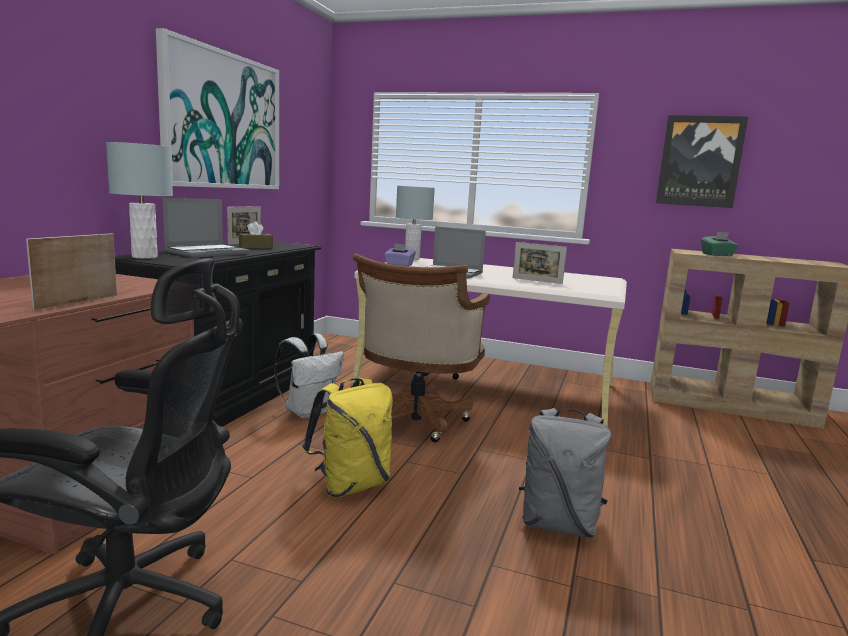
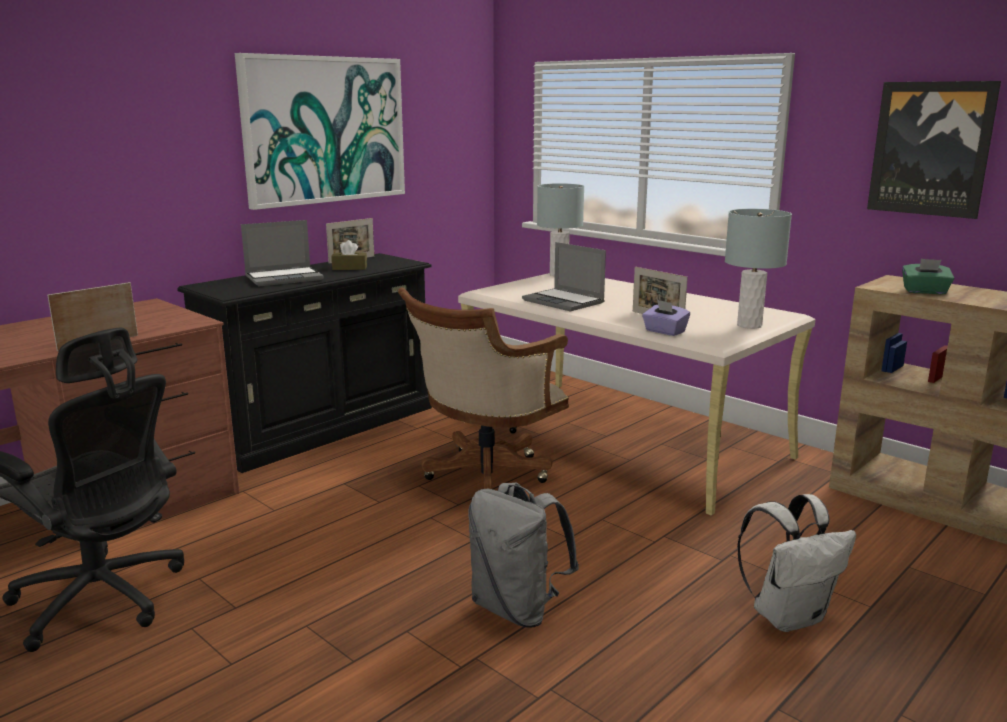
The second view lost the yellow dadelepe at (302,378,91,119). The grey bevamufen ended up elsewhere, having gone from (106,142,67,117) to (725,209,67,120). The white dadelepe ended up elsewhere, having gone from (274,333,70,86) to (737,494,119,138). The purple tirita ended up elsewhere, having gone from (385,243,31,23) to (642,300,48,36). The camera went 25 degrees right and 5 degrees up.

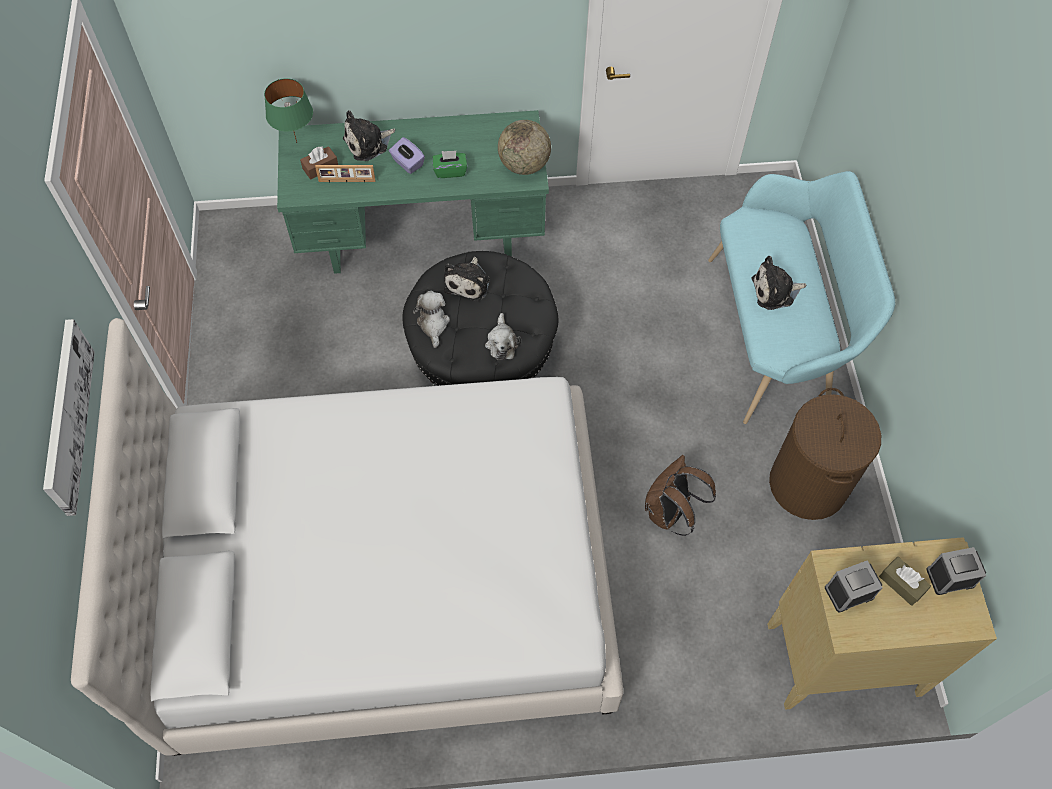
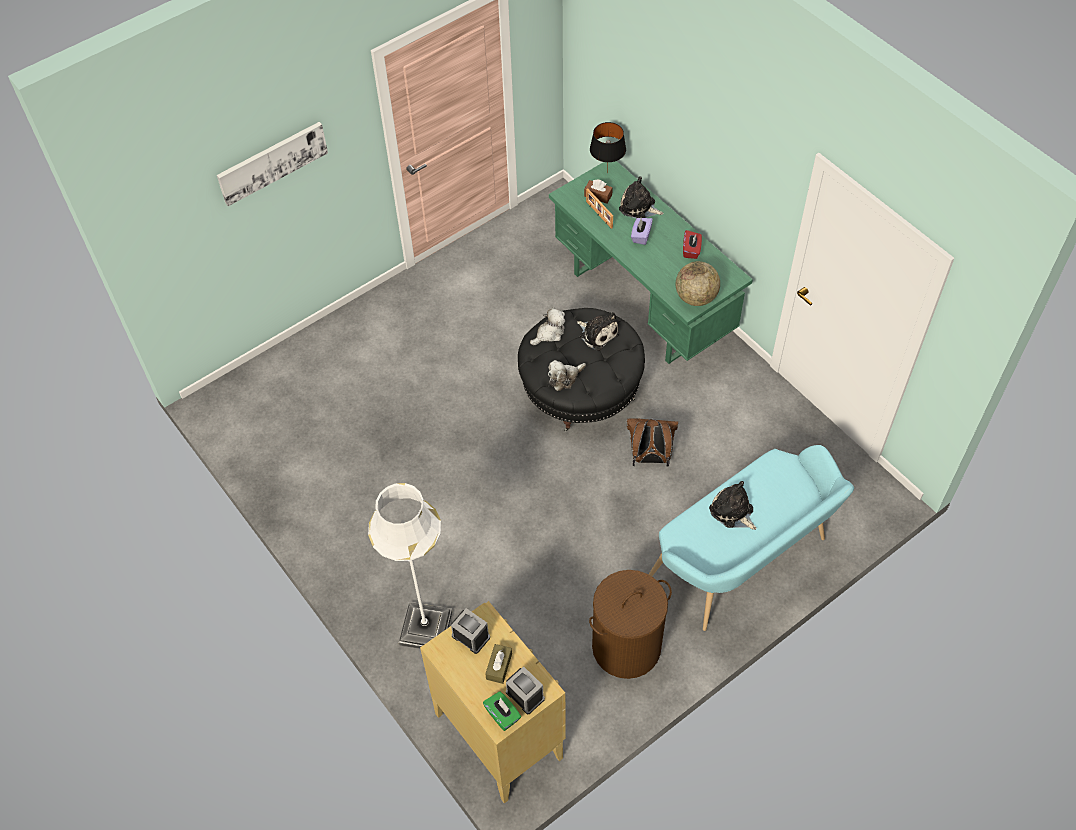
The second view lost the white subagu at (71,318,553,438). The second view gained the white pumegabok at (368,483,84,166). The second view gained the red tirita at (683,230,19,29). The green tirita ended up elsewhere, having gone from (432,151,35,27) to (483,691,38,40). The brown dadelepe ended up elsewhere, having gone from (645,455,71,81) to (627,418,51,48). What was the green bevamufen at (264,78,49,65) turned into the black bevamufen at (590,122,36,48). The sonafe at (444,257,46,45) ended up facing another way, 120 degrees counterclockwise from before. The camera went 60 degrees right and 5 degrees down.

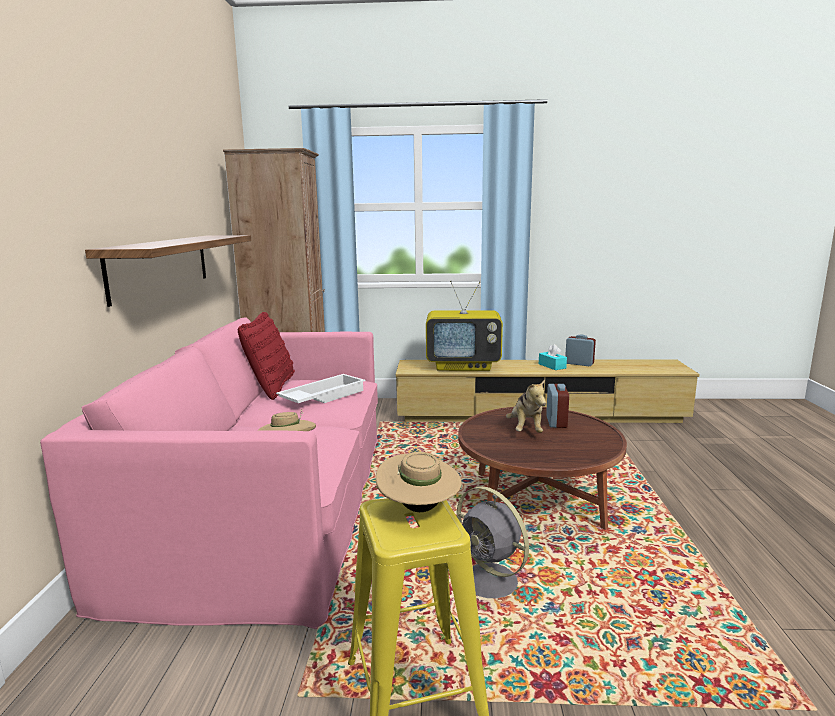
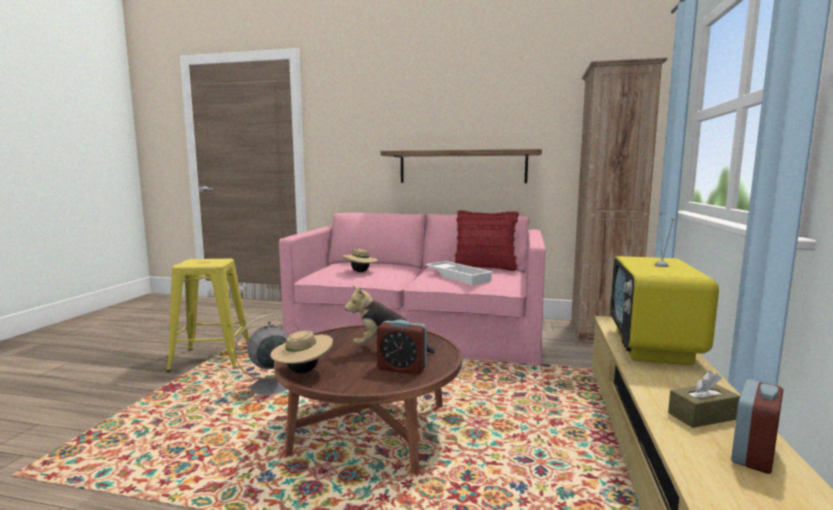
The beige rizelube ended up elsewhere, having gone from (376,452,86,60) to (270,328,63,46). What was the turquoise tirita at (539,344,28,26) turned into the brown tirita at (668,371,72,57). The camera went 100 degrees right and 5 degrees down.

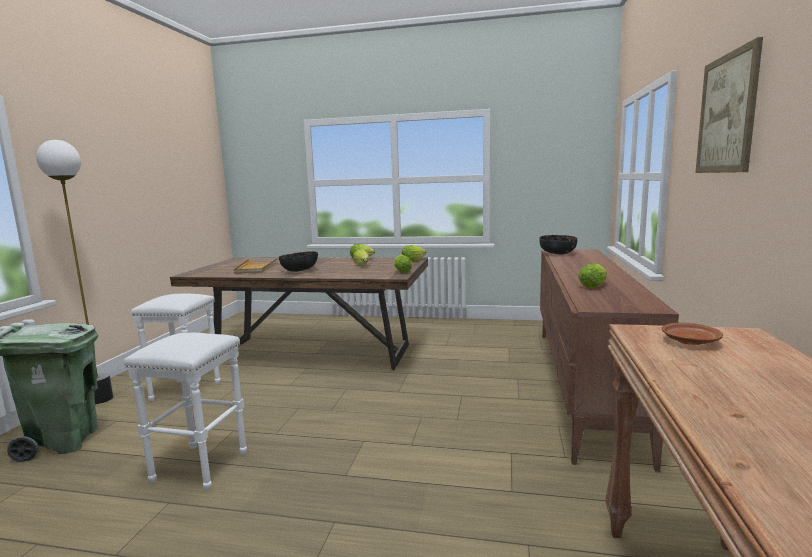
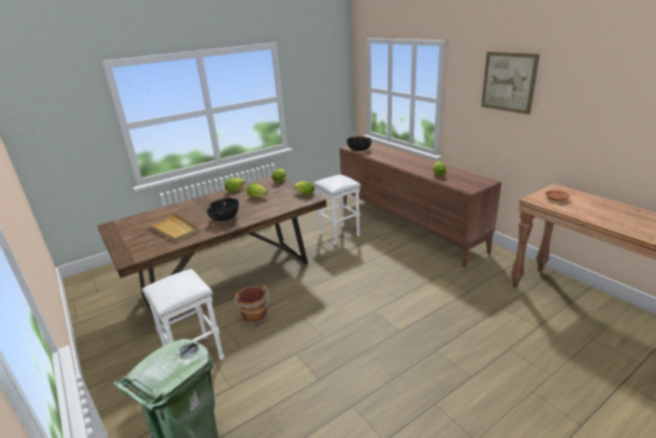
The second view lost the pumegabok at (36,140,77,264). The second view gained the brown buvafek at (234,284,35,41). The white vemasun ended up elsewhere, having gone from (124,333,123,158) to (314,175,47,70). The camera went 45 degrees left and 15 degrees up.

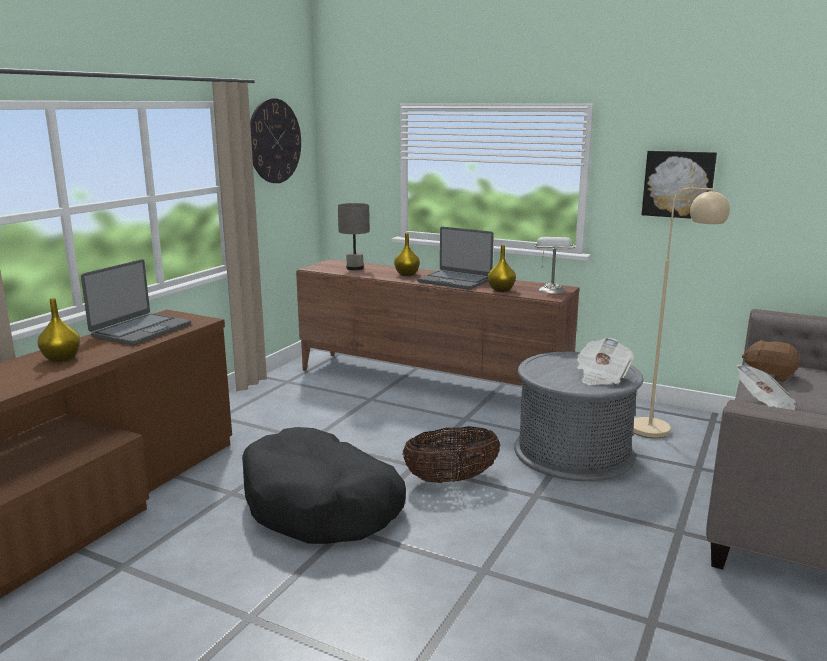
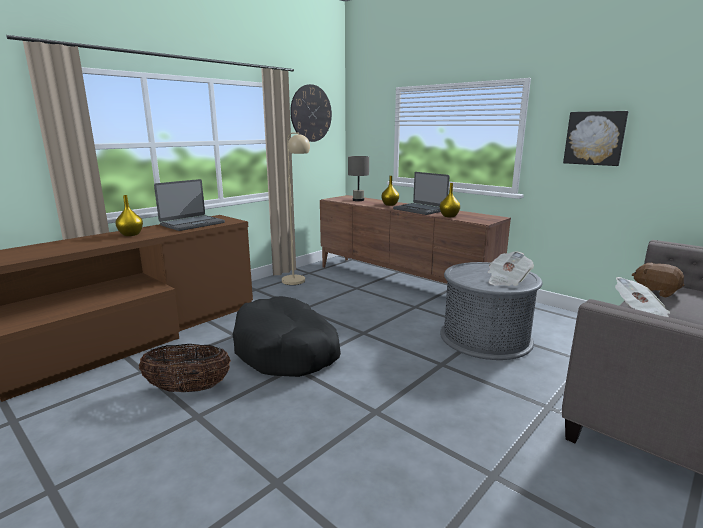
The second view lost the white bevamufen at (534,237,41,57). The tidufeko ended up elsewhere, having gone from (402,426,98,57) to (139,344,92,49). The beige pumegabok ended up elsewhere, having gone from (633,187,97,251) to (282,132,28,153). The camera went 15 degrees right and 0 degrees up.

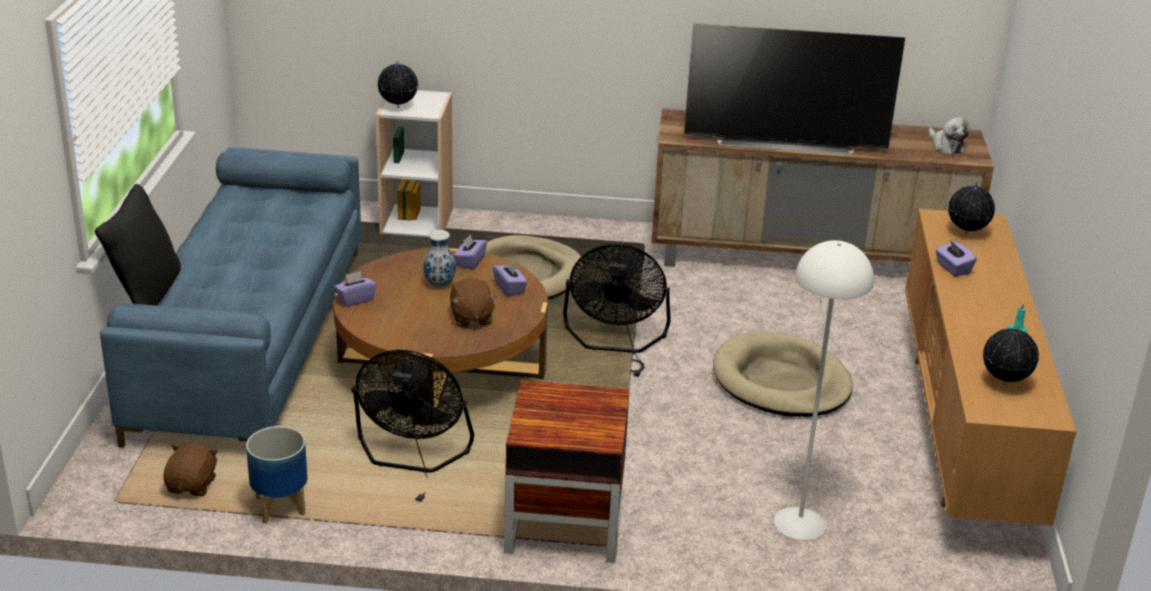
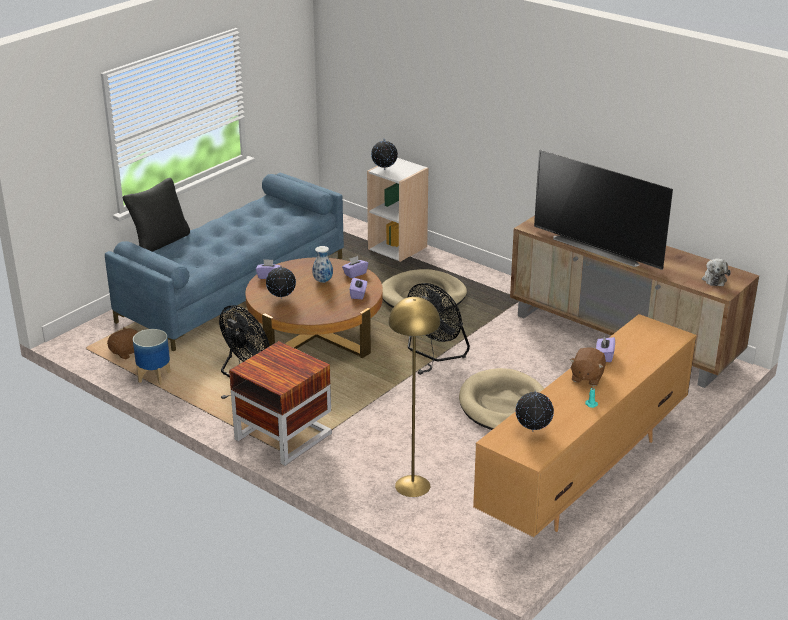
The brown sonafe ended up elsewhere, having gone from (450,278,47,50) to (570,347,36,39). The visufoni ended up elsewhere, having gone from (948,182,47,53) to (266,266,30,33). What was the white pumegabok at (774,240,100,300) turned into the yellow pumegabok at (389,297,51,200). The camera went 35 degrees right and 0 degrees up.

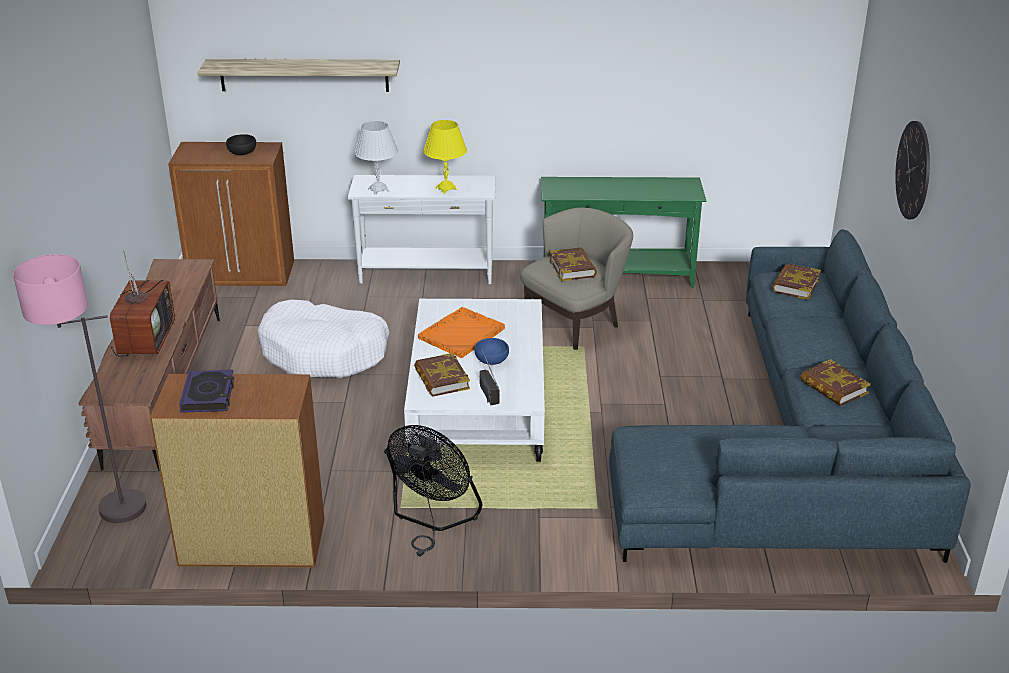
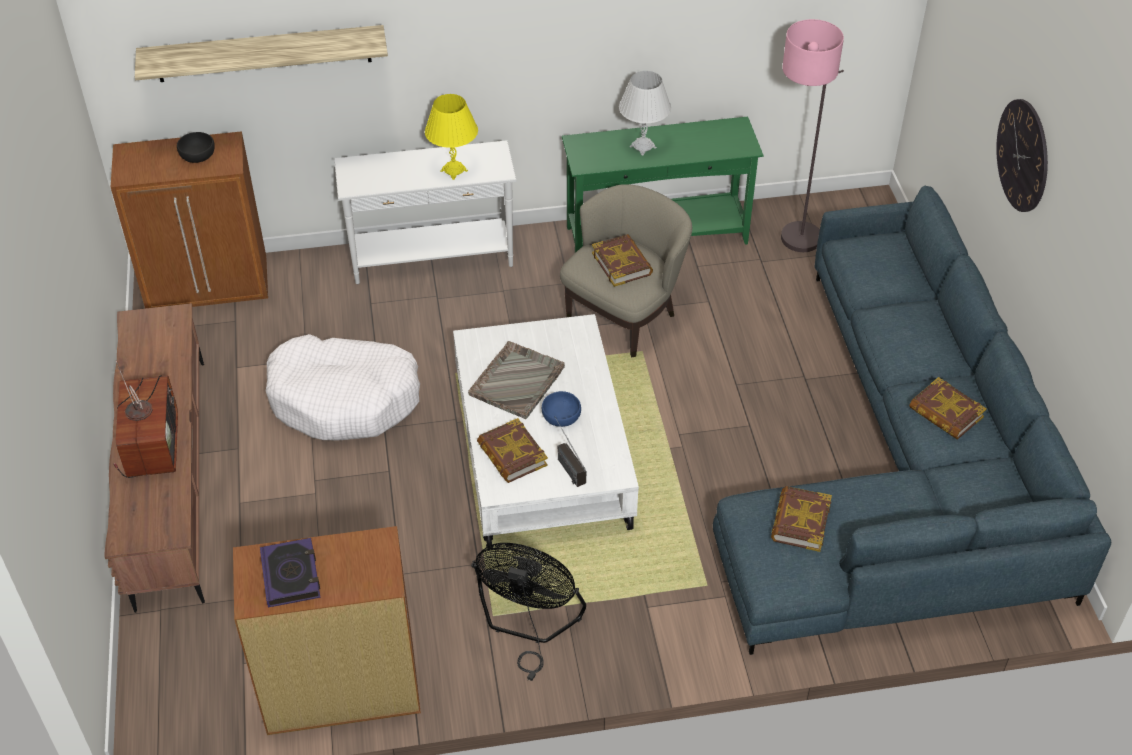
The pink pumegabok ended up elsewhere, having gone from (13,254,133,269) to (781,19,63,233). The white bevamufen ended up elsewhere, having gone from (354,121,44,74) to (619,71,52,85). The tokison ended up elsewhere, having gone from (772,263,49,37) to (771,486,61,66). What was the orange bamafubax at (418,307,87,51) turned into the grey bamafubax at (468,341,97,78). The camera went 10 degrees left and 15 degrees up.

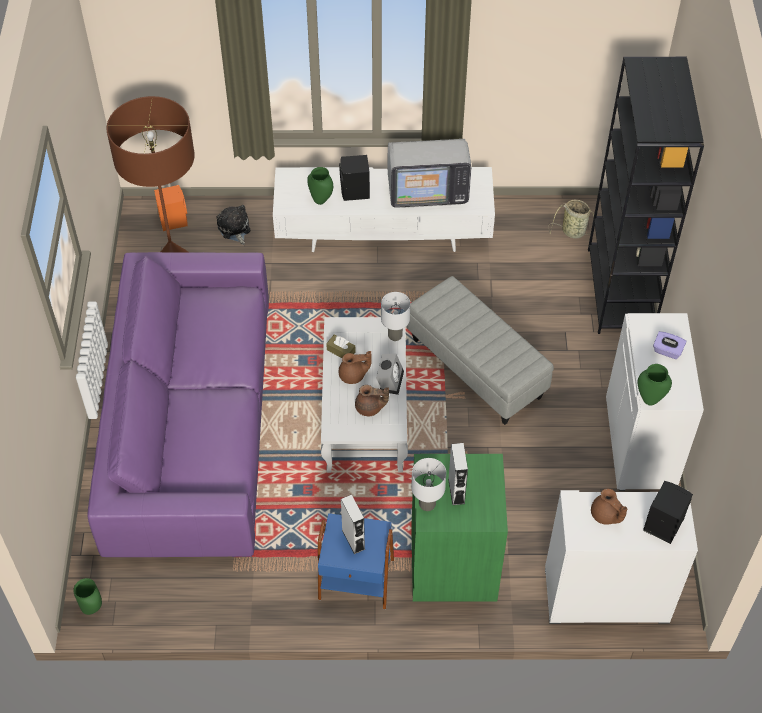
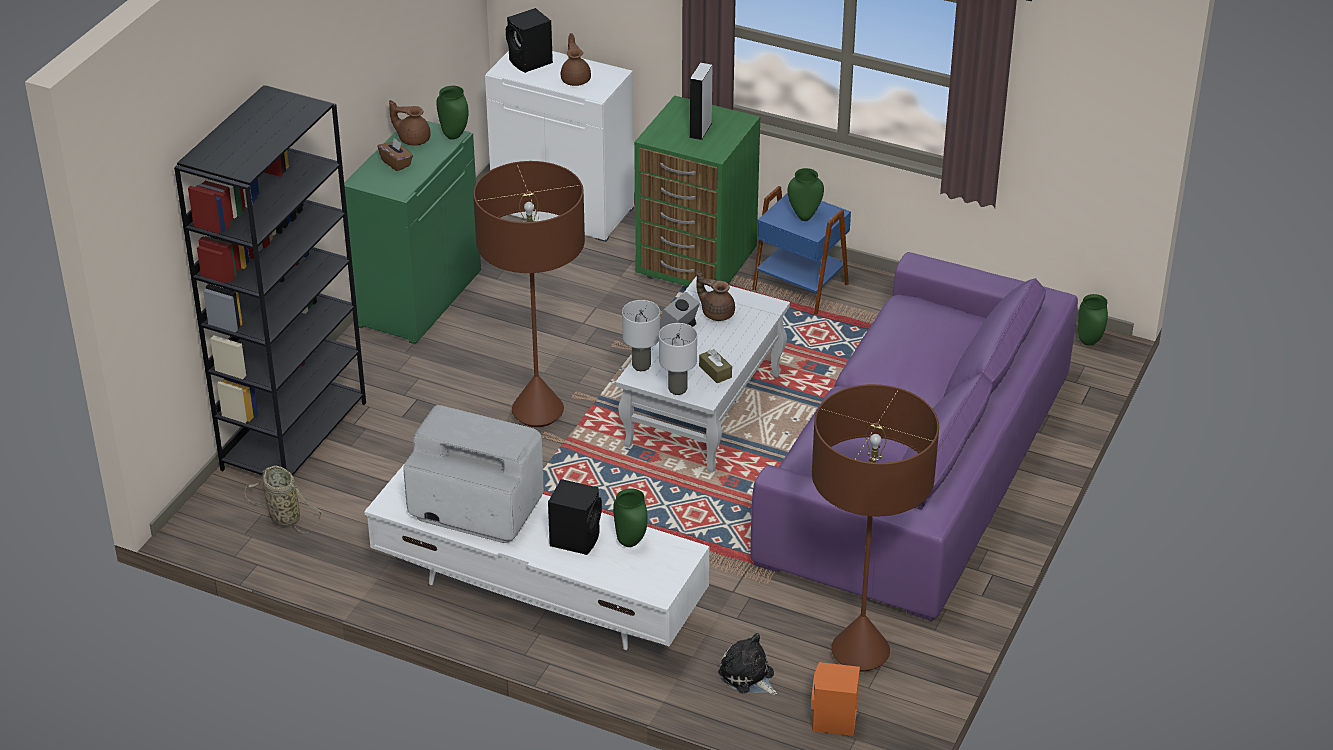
The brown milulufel ended up elsewhere, having gone from (339,351,33,33) to (389,100,42,46). The white bevamufen ended up elsewhere, having gone from (411,458,35,53) to (659,323,38,72). Where the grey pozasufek stood at (341,495,24,59), the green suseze came to stand at (788,168,36,53). Where the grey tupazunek stood at (406,276,148,149), the brown pumegabok came to stand at (473,161,112,266). What was the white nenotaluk at (606,313,98,178) turned into the green nenotaluk at (344,121,137,223). What was the purple tirita at (653,331,33,28) turned into the brown tirita at (378,138,35,33). The sonafe at (216,205,35,40) ended up facing another way, 135 degrees clockwise from before. The camera went 155 degrees left and 15 degrees down.

